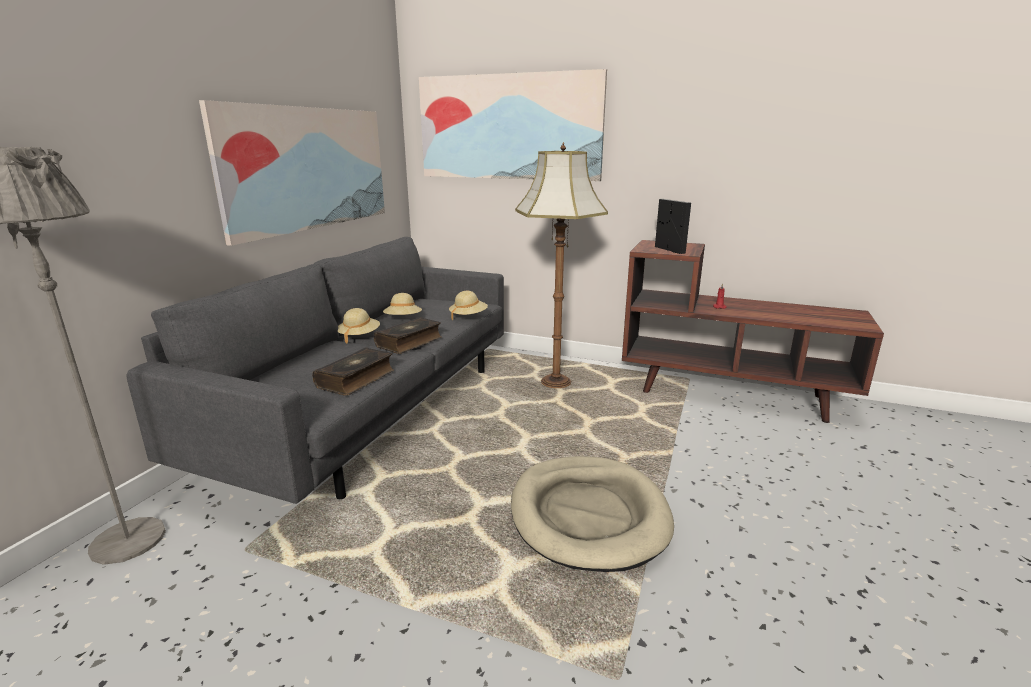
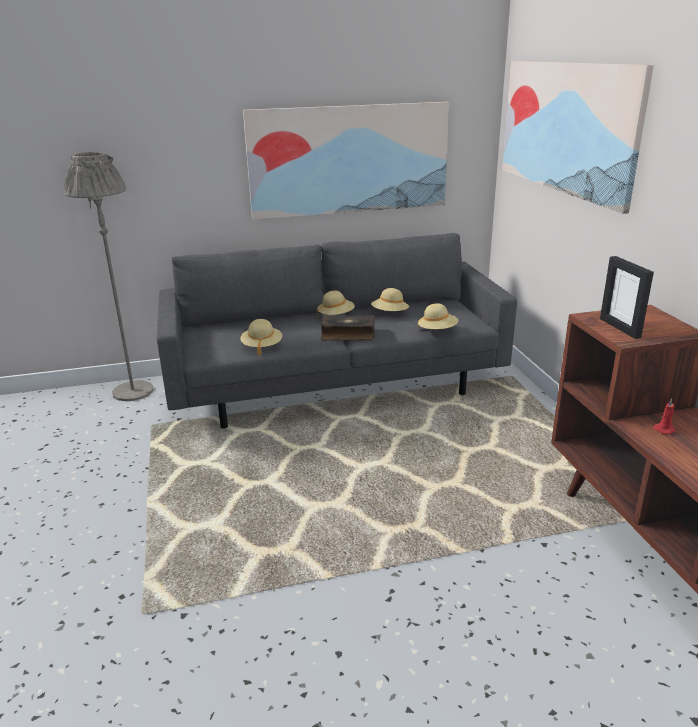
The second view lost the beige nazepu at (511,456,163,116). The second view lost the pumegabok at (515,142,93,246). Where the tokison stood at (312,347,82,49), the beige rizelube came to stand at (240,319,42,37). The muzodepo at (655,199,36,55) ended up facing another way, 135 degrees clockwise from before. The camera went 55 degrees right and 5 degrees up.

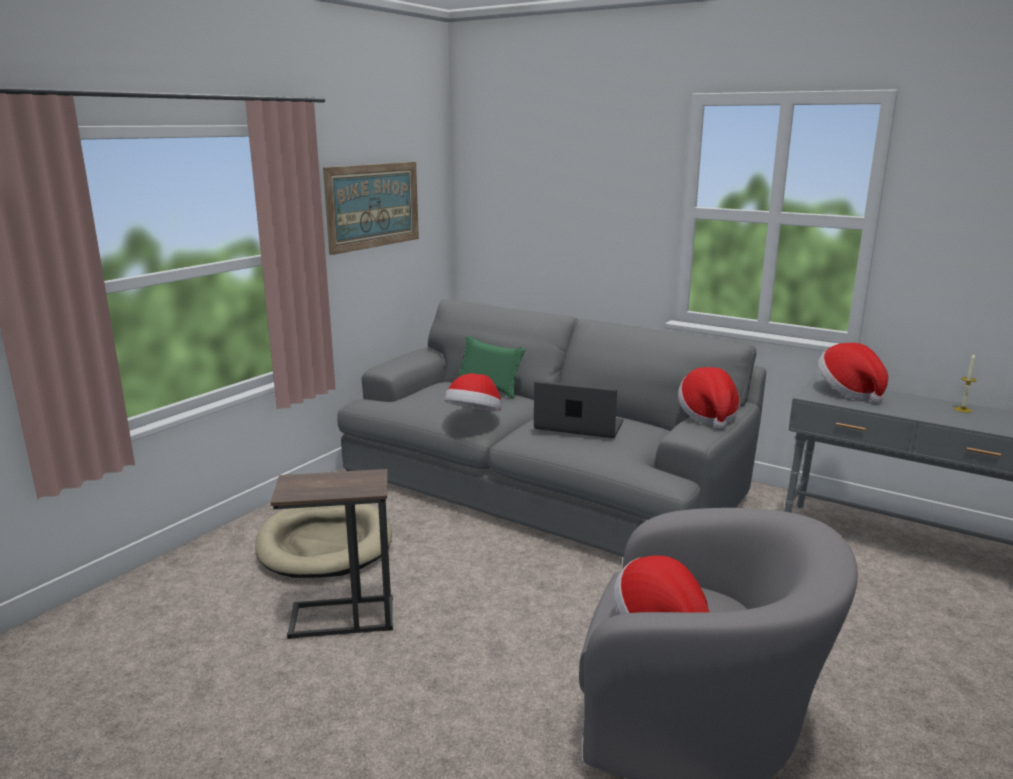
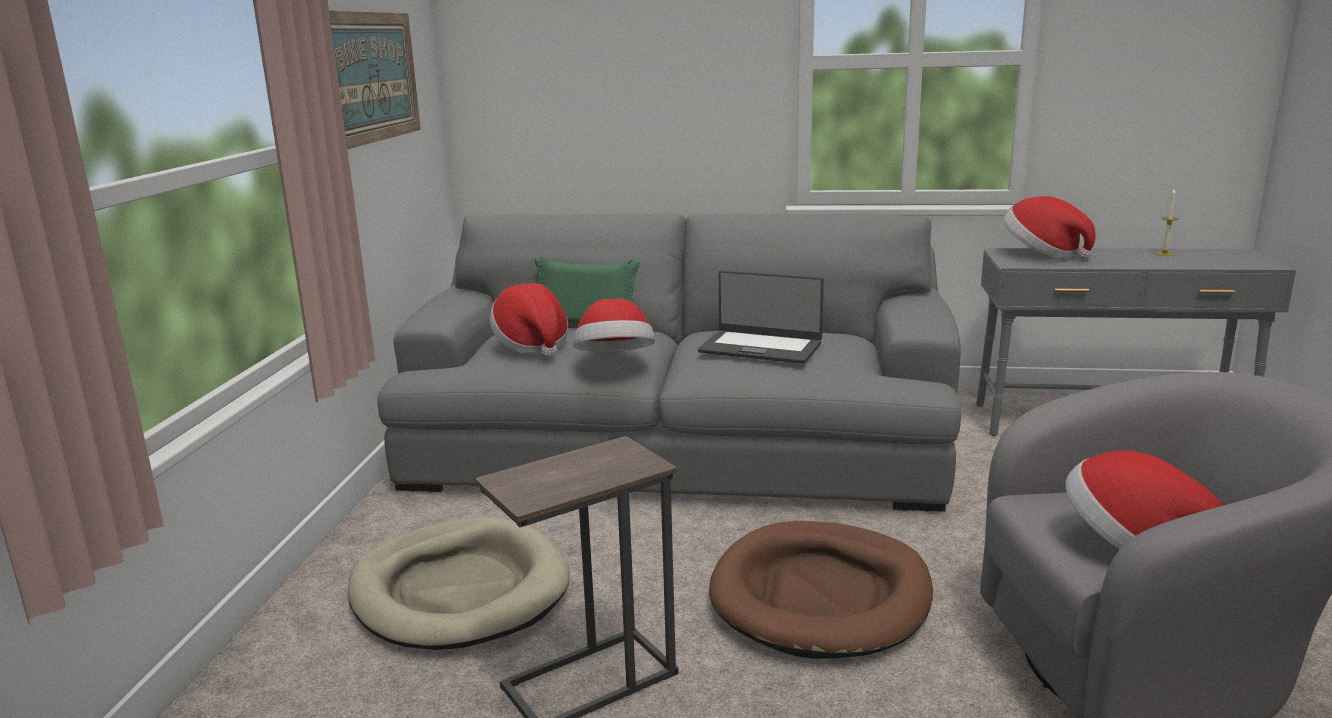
The second view gained the brown nazepu at (709,521,224,138). The rizelube ended up elsewhere, having gone from (678,367,62,61) to (489,283,79,74). The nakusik at (534,381,89,57) ended up facing another way, 150 degrees counterclockwise from before. The camera went 25 degrees left and 0 degrees up.

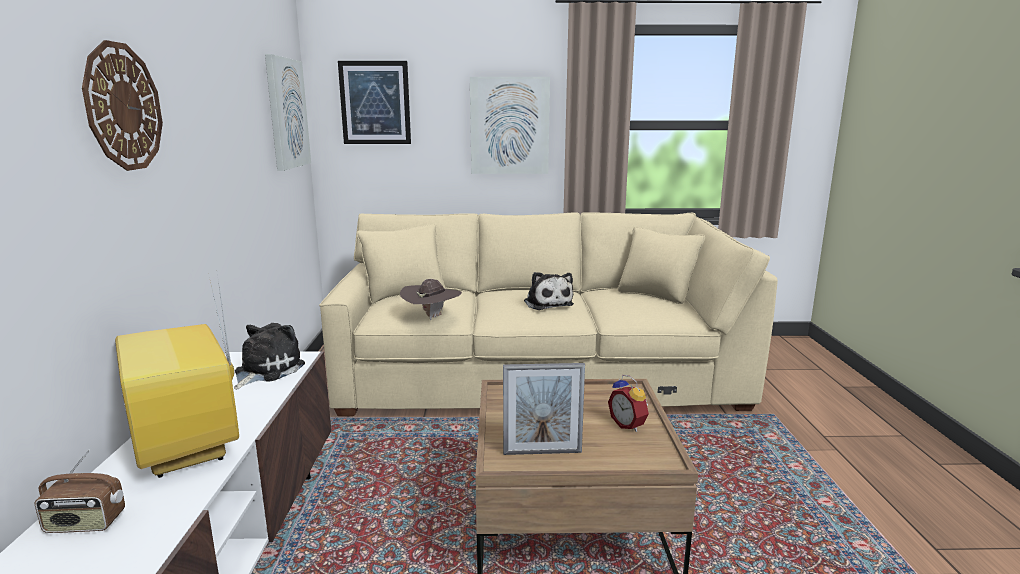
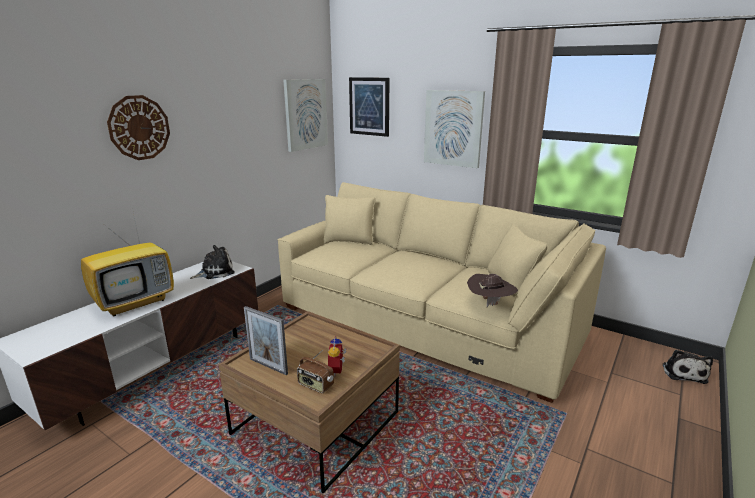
The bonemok ended up elsewhere, having gone from (35,450,90,83) to (297,350,37,44). The brown rizelube ended up elsewhere, having gone from (400,279,62,42) to (467,274,51,33). The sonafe ended up elsewhere, having gone from (524,272,50,38) to (663,350,50,34). The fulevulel at (115,267,124,211) ended up facing another way, 135 degrees counterclockwise from before. The camera went 35 degrees right and 5 degrees up.

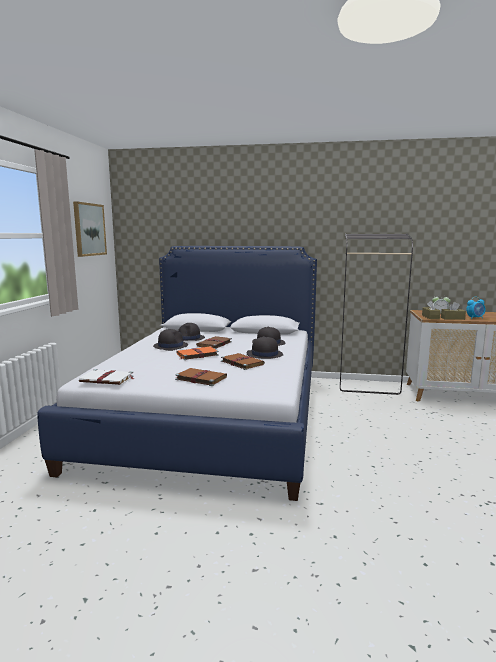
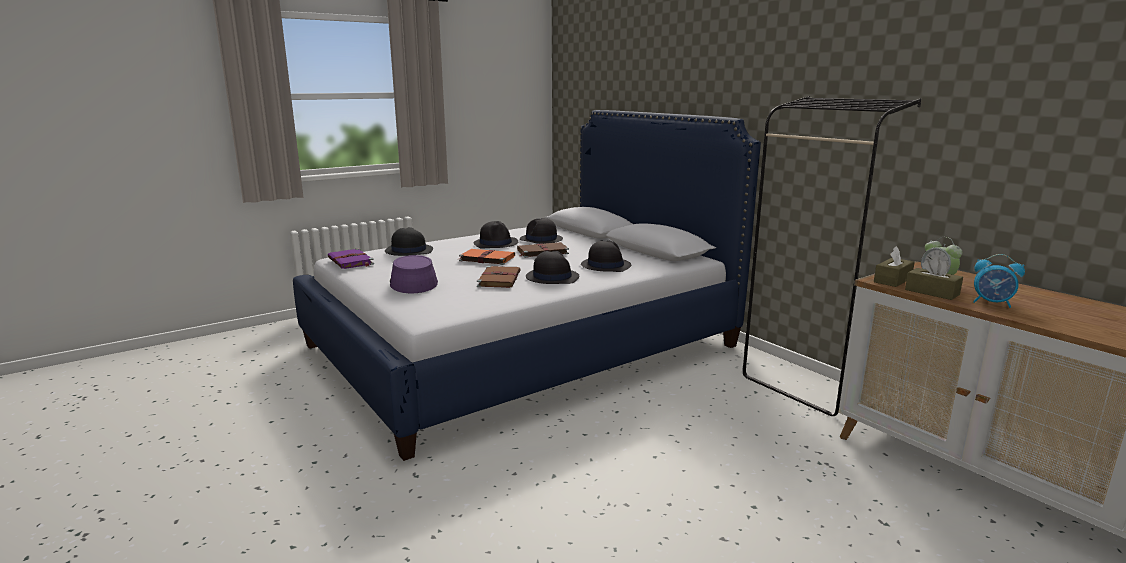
The second view lost the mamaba at (73,201,34,56). The second view gained the black rizelube at (385,227,48,29). Where the brown tokison stood at (175,368,52,18), the purple rizelube came to stand at (390,255,48,38). What was the white tokison at (79,369,56,16) turned into the purple tokison at (328,248,46,21). The camera went 45 degrees right and 5 degrees up.

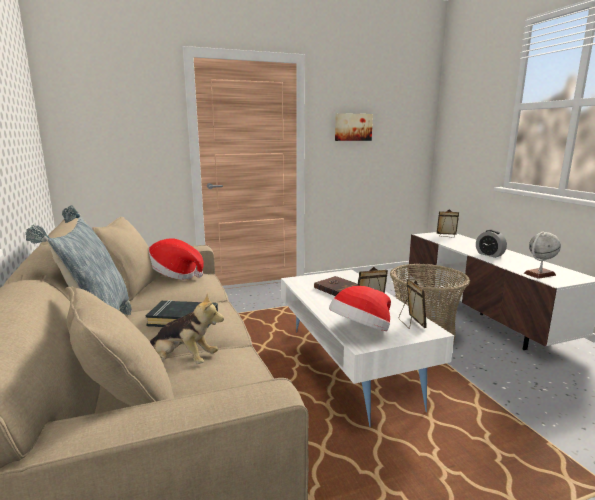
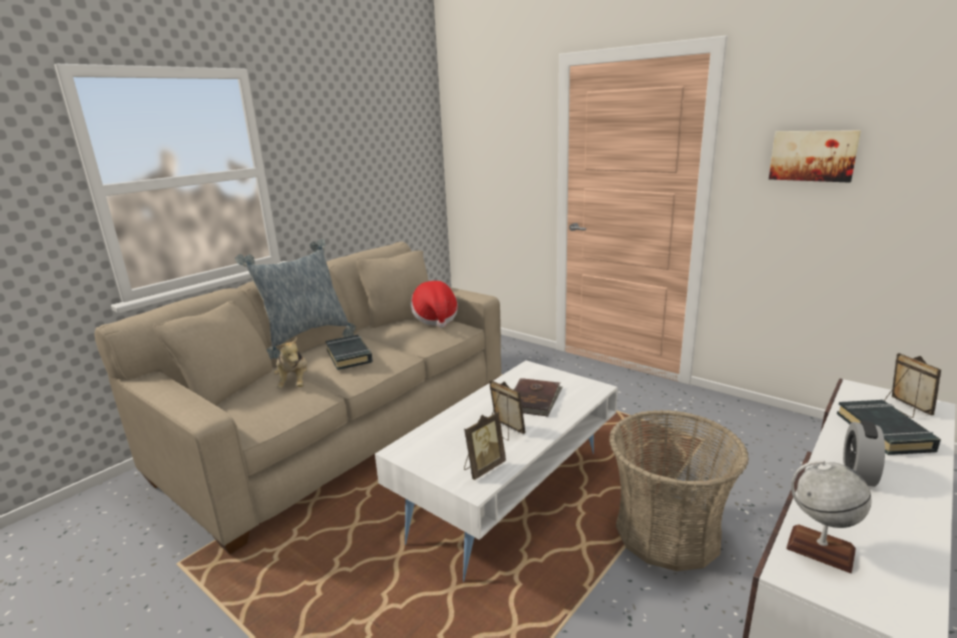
The second view lost the rizelube at (329,286,62,45). The second view gained the black tokison at (837,400,104,55). The camera went 60 degrees right and 5 degrees up.

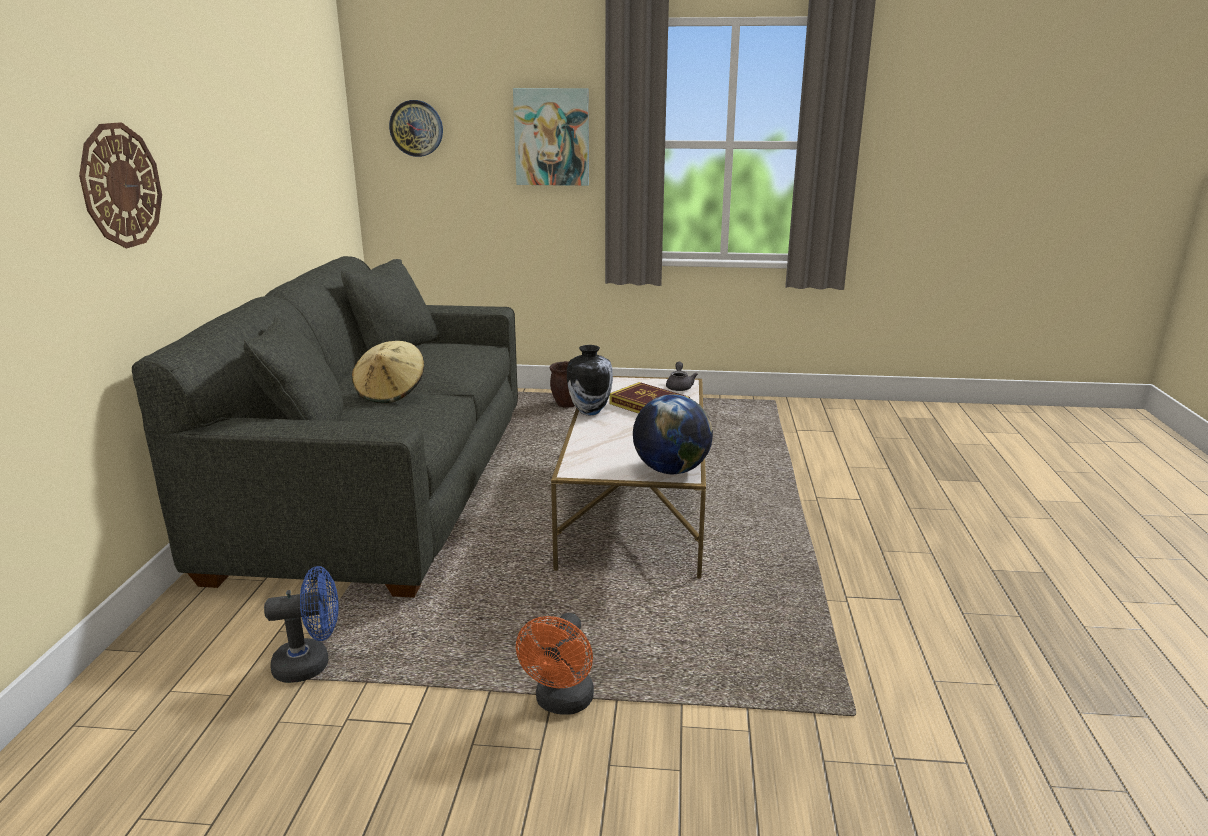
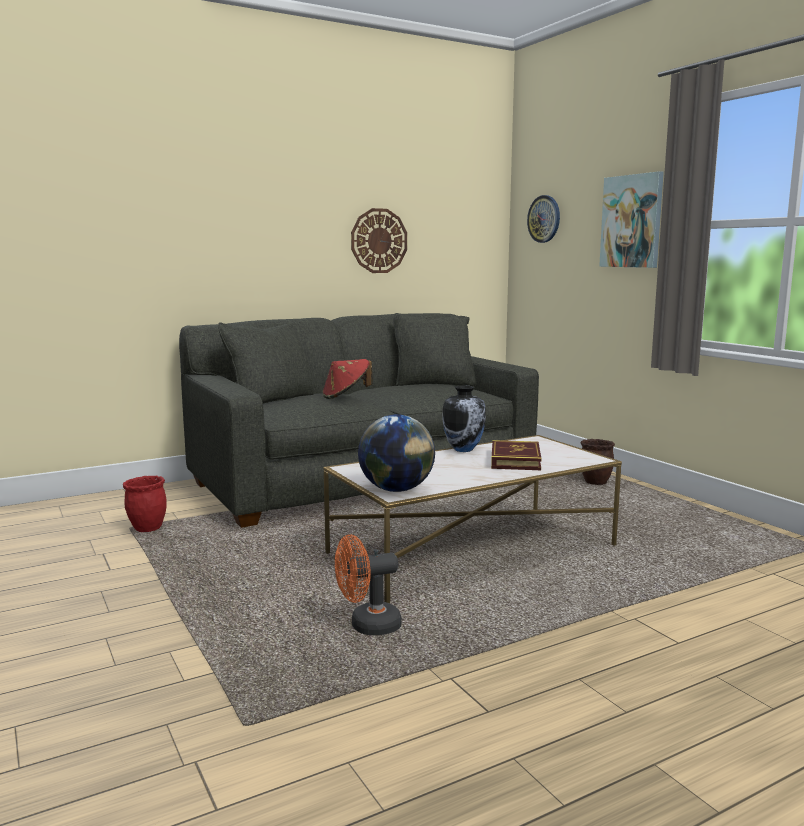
The second view lost the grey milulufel at (666,362,32,29). The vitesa ended up elsewhere, having gone from (79,122,83,126) to (351,208,56,65). The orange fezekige ended up elsewhere, having gone from (516,613,78,101) to (335,534,67,101). Where the blue fezekige stood at (264,566,75,117), the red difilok came to stand at (123,476,44,56). What was the beige rizelube at (352,341,72,62) turned into the red rizelube at (322,359,51,40). The camera went 55 degrees right and 10 degrees down.

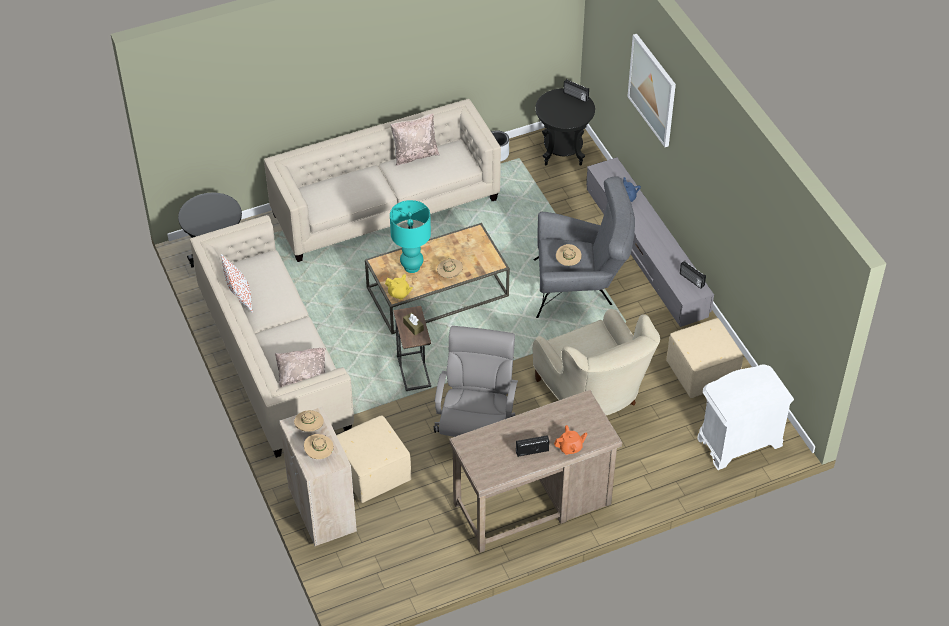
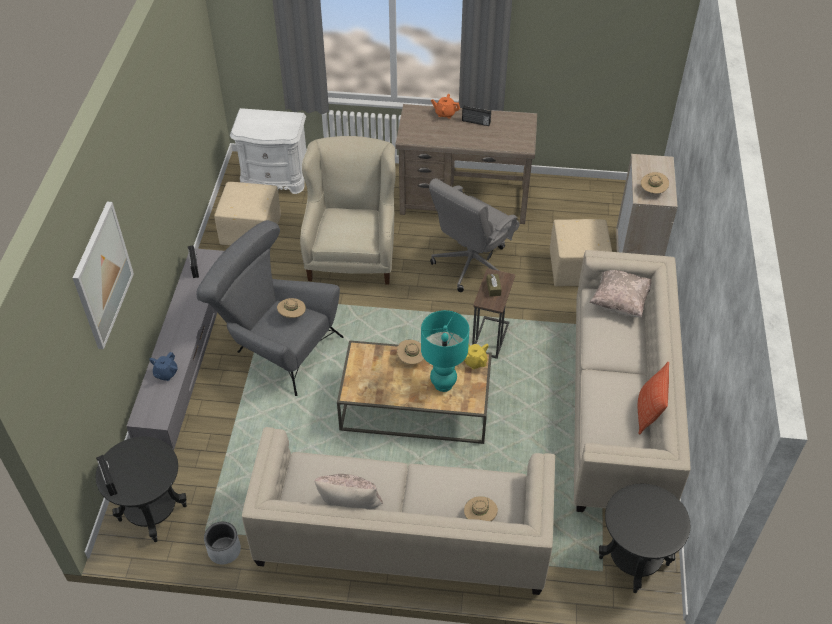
The beige rizelube ended up elsewhere, having gone from (304,434,30,25) to (464,496,34,25). What was the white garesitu at (221,254,32,59) turned into the orange garesitu at (638,362,31,73). The camera went 150 degrees left and 0 degrees up.

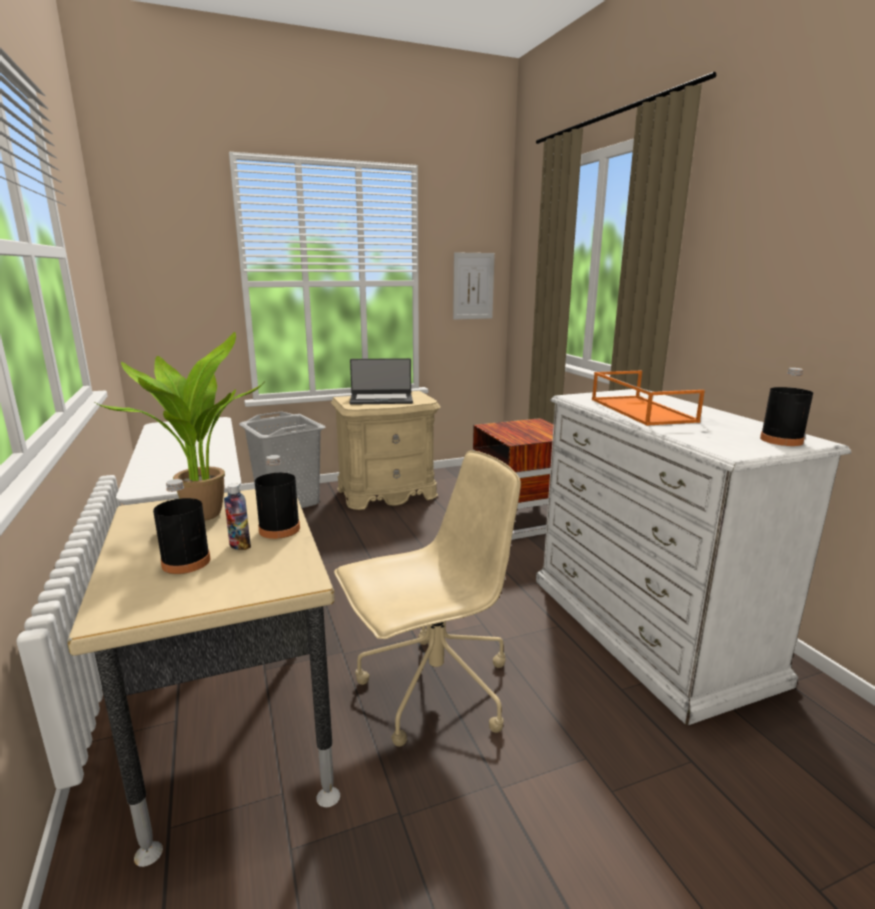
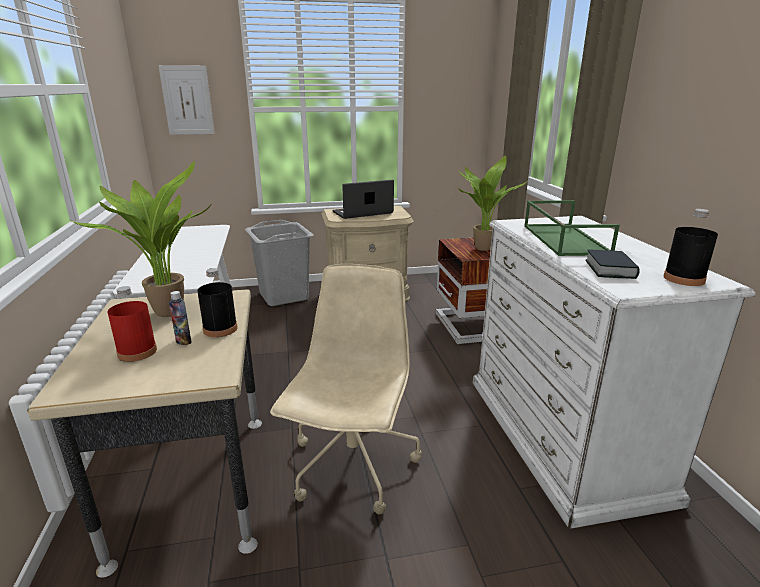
The second view gained the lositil at (458,155,69,96). The second view gained the tokison at (585,249,55,30). The mamaba ended up elsewhere, having gone from (453,252,42,68) to (158,65,57,70). What was the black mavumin at (153,479,57,95) turned into the red mavumin at (108,286,49,76). What was the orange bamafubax at (592,371,113,55) turned into the green bamafubax at (524,200,96,56). The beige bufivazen at (334,451,187,296) ended up facing another way, 60 degrees counterclockwise from before. The nakusik at (350,358,63,47) ended up facing another way, 150 degrees clockwise from before. The camera went 10 degrees right and 5 degrees up.

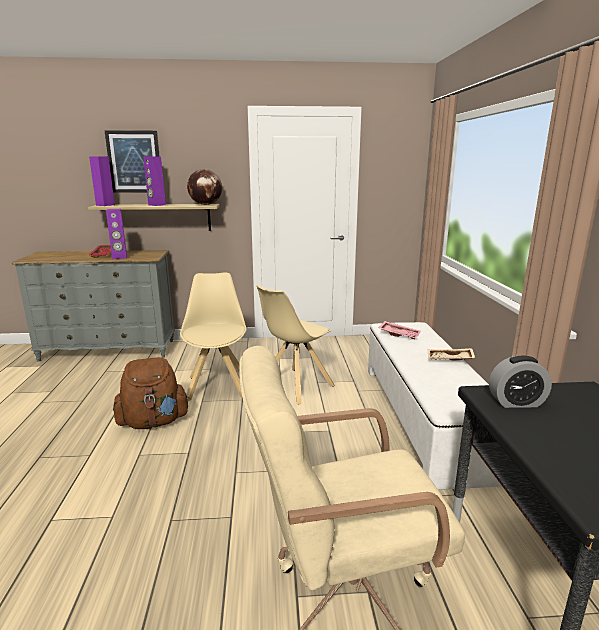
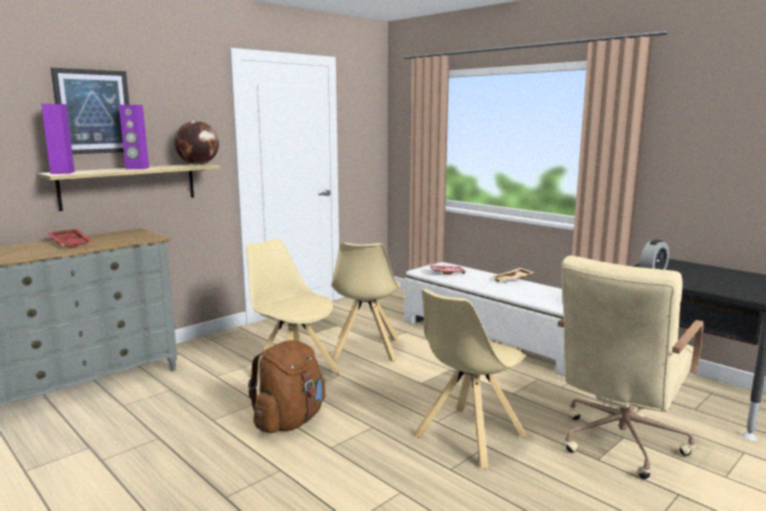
The second view lost the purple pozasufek at (106,209,21,50). The second view gained the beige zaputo at (414,289,114,180). The camera went 40 degrees left and 5 degrees down.

